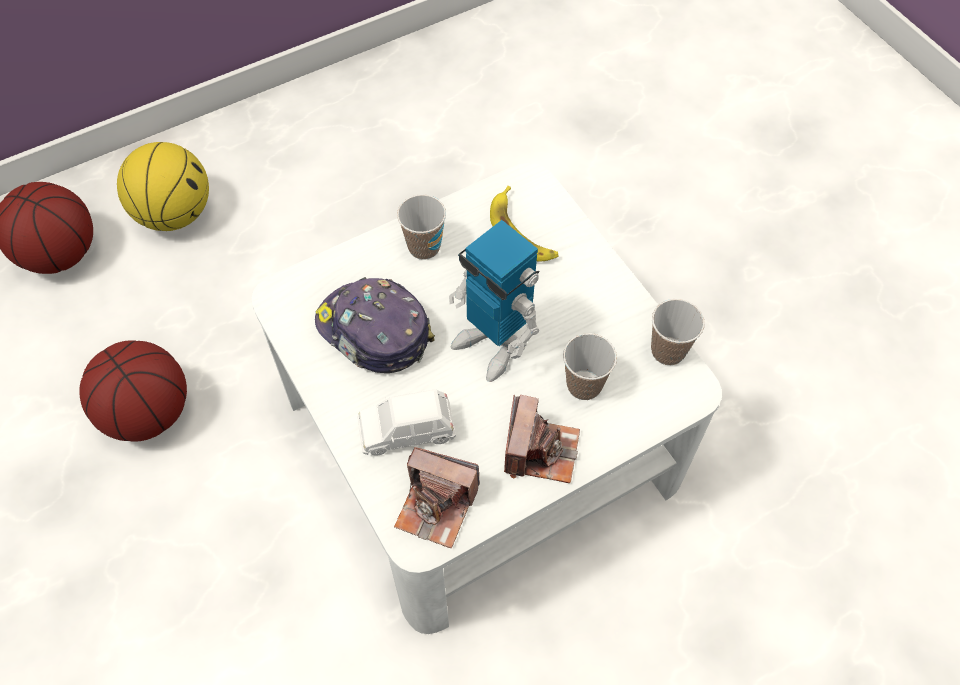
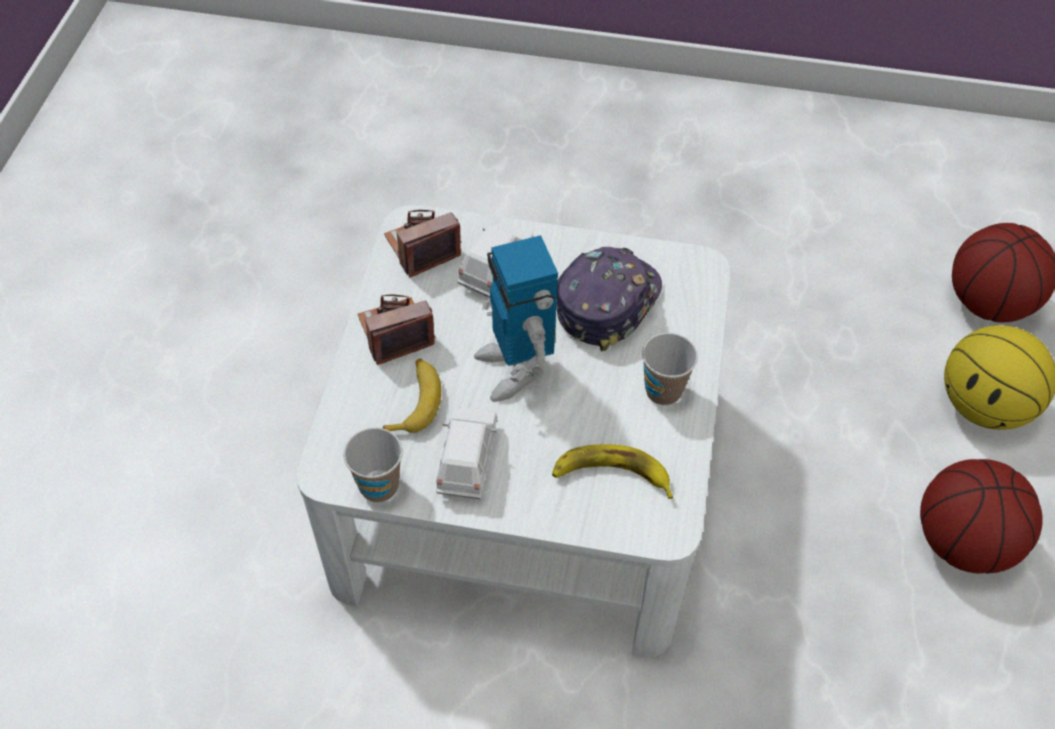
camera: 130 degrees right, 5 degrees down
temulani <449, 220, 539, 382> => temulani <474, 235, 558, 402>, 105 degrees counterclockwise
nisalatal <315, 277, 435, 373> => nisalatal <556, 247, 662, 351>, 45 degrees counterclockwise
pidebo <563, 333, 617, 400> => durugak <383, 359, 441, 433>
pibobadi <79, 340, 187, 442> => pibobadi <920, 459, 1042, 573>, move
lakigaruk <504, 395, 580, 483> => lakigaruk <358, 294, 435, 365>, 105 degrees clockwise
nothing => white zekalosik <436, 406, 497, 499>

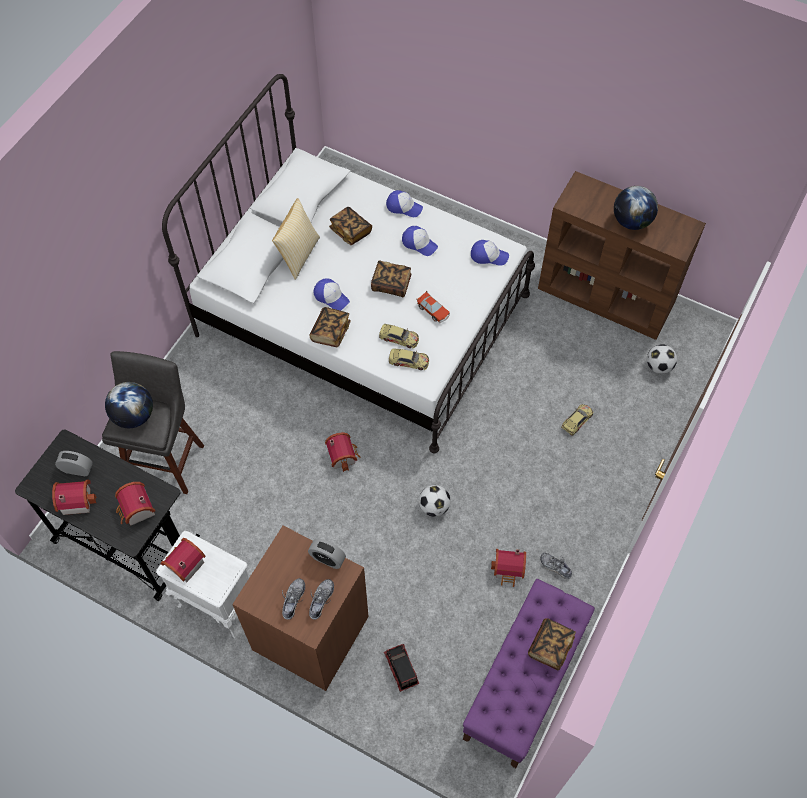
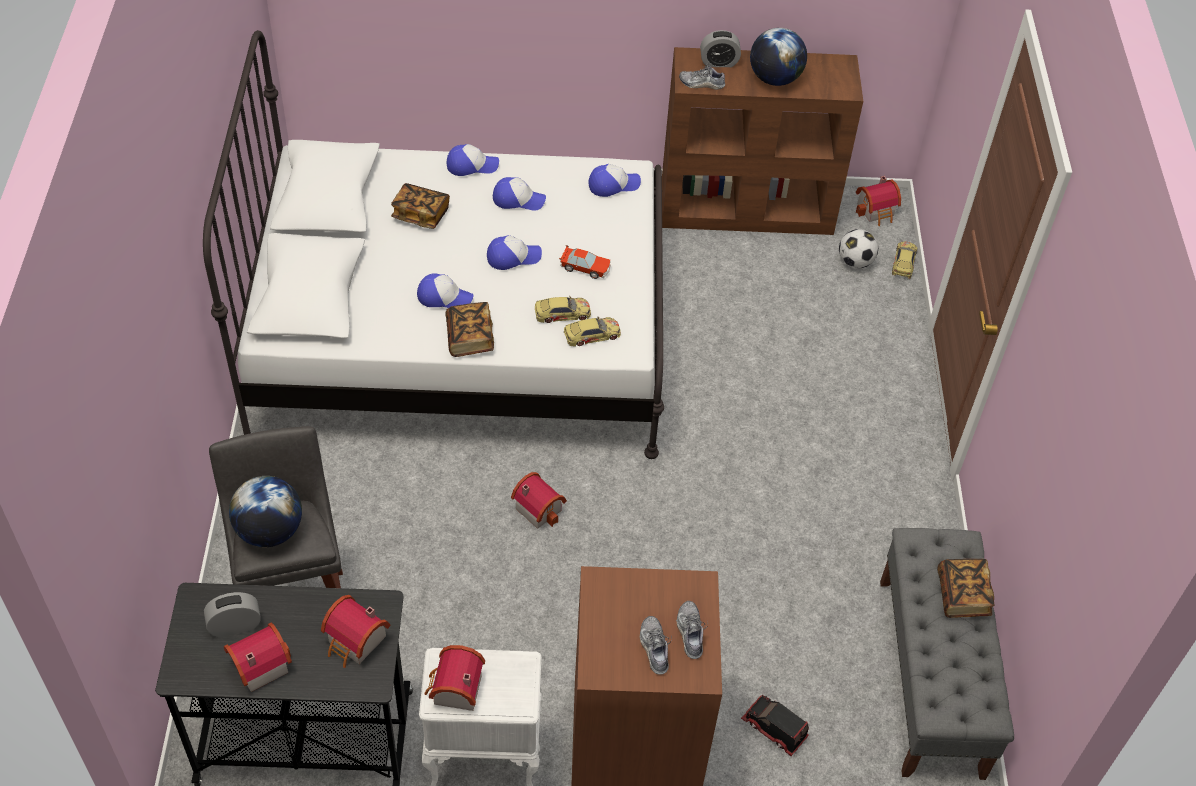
camera: 30 degrees left, 10 degrees down
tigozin <272, 198, 320, 280> => nothing
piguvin <371, 261, 411, 297> => nisalatal <487, 235, 542, 270>
zekalosik <561, 404, 593, 436> => zekalosik <892, 241, 917, 279>, move
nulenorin <419, 485, 450, 517> => nothing
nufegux <308, 539, 346, 569> => nufegux <700, 30, 741, 67>, move
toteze <491, 549, 526, 587> => toteze <856, 176, 901, 226>, move
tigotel <540, 553, 572, 579> => tigotel <679, 63, 725, 90>, move
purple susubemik <463, 579, 595, 768> => grey susubemik <880, 528, 1014, 780>

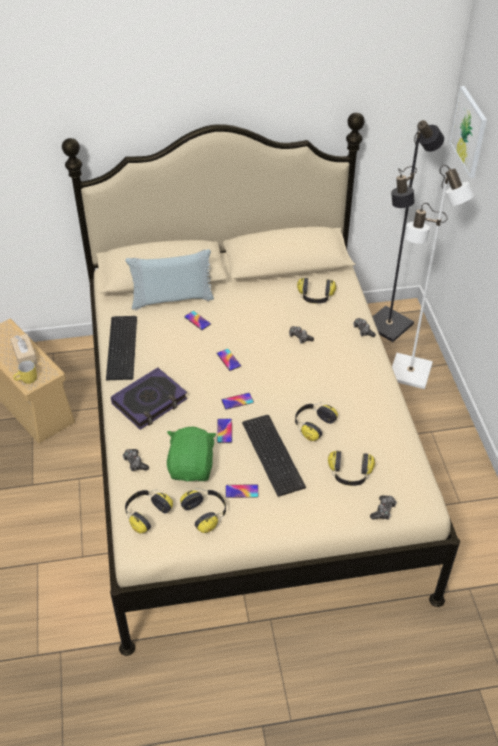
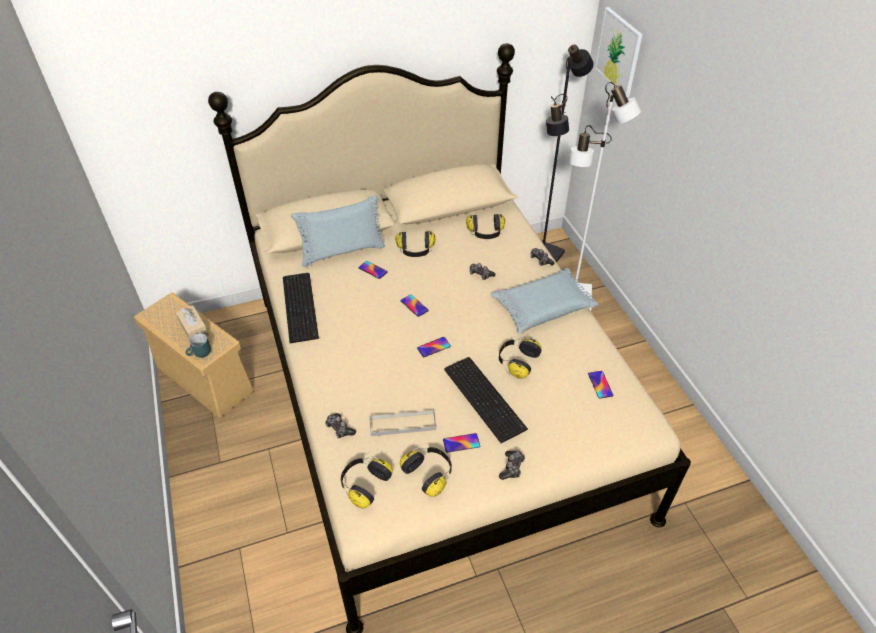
camera: 10 degrees left, 0 degrees up
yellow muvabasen <13, 361, 37, 384> => turquoise muvabasen <185, 333, 211, 358>
piguvin <111, 367, 188, 430> => nothing
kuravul <217, 419, 232, 443> => kuravul <588, 371, 613, 399>, move
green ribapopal <167, 427, 216, 482> => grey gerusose <369, 409, 436, 436>
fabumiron <328, 451, 375, 486> => fabumiron <395, 231, 436, 257>, move
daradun <370, 495, 397, 520> => daradun <499, 451, 525, 480>, move
nothing => blue tigozin <490, 268, 599, 333>

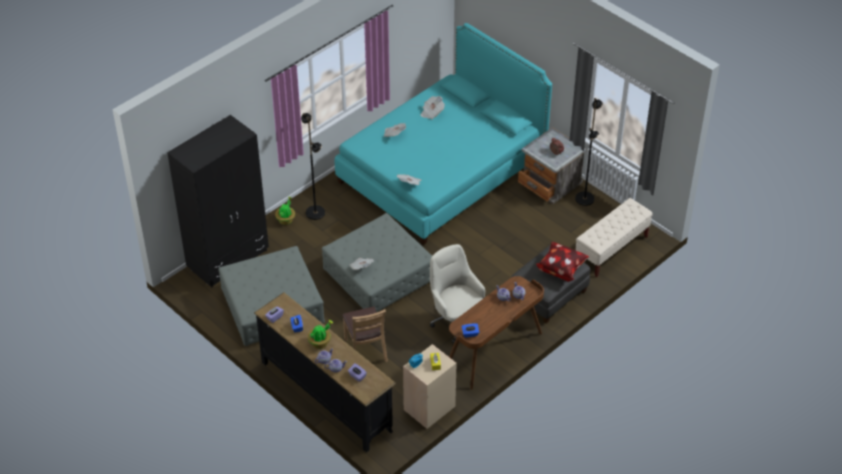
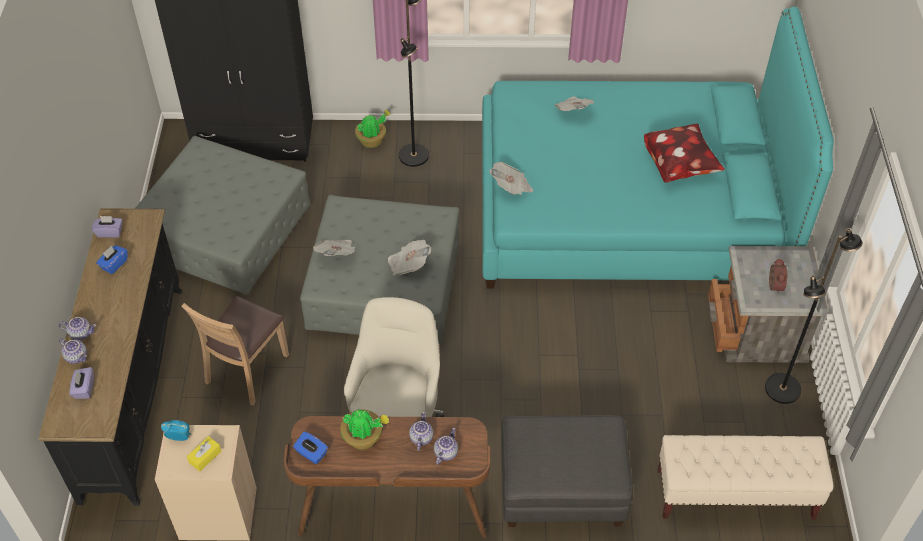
camera: 45 degrees right, 5 degrees up
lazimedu <421, 96, 445, 120> => lazimedu <388, 240, 431, 276>, move
tigozin <535, 242, 589, 282> => tigozin <644, 124, 725, 183>, move
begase <308, 320, 333, 349> => begase <340, 409, 389, 450>, move

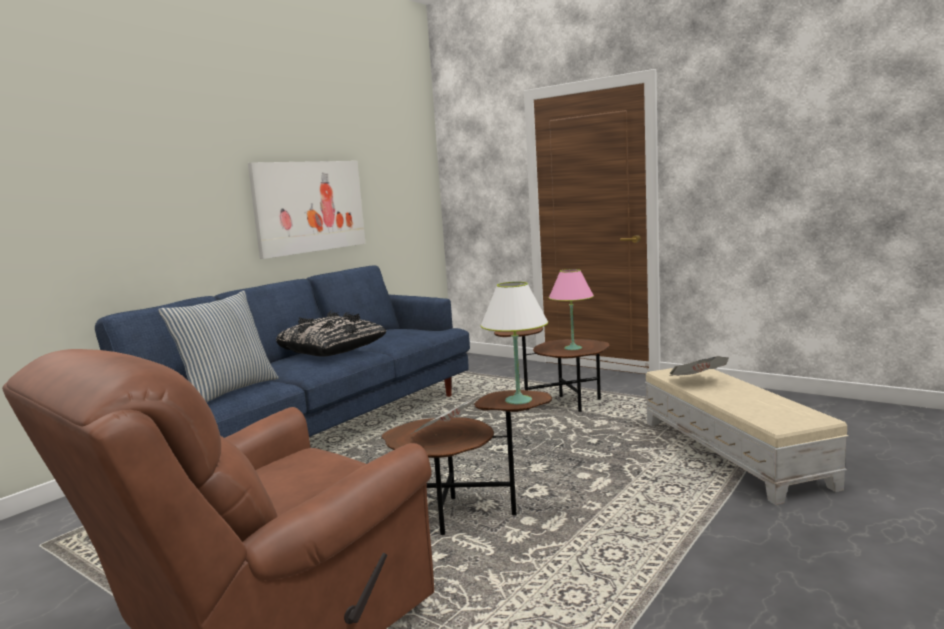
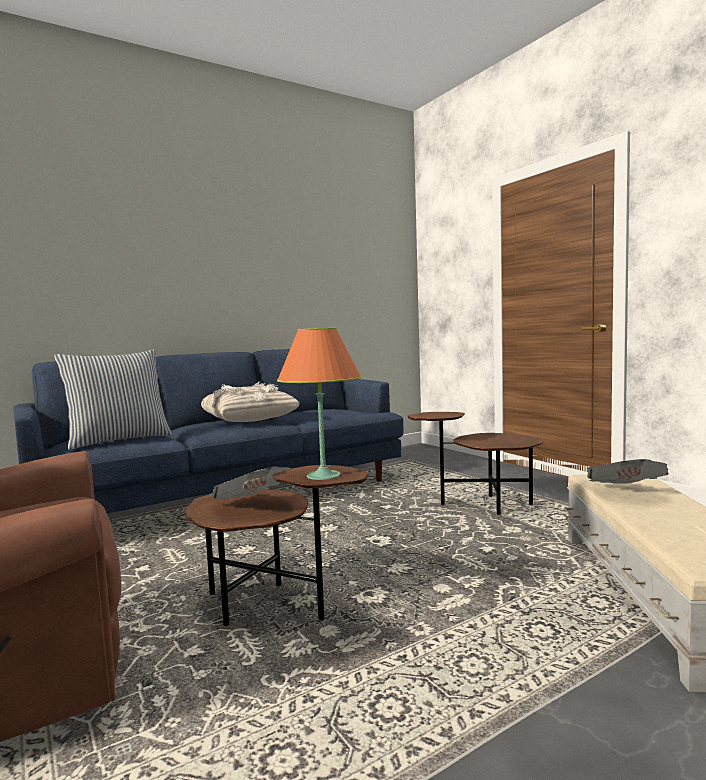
camera: 20 degrees right, 5 degrees down
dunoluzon <248, 161, 365, 259> => nothing
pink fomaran <549, 269, 594, 350> => nothing
white fomaran <480, 282, 548, 404> => orange fomaran <277, 328, 361, 480>
black tigozin <276, 311, 386, 357> => beige tigozin <201, 381, 299, 422>

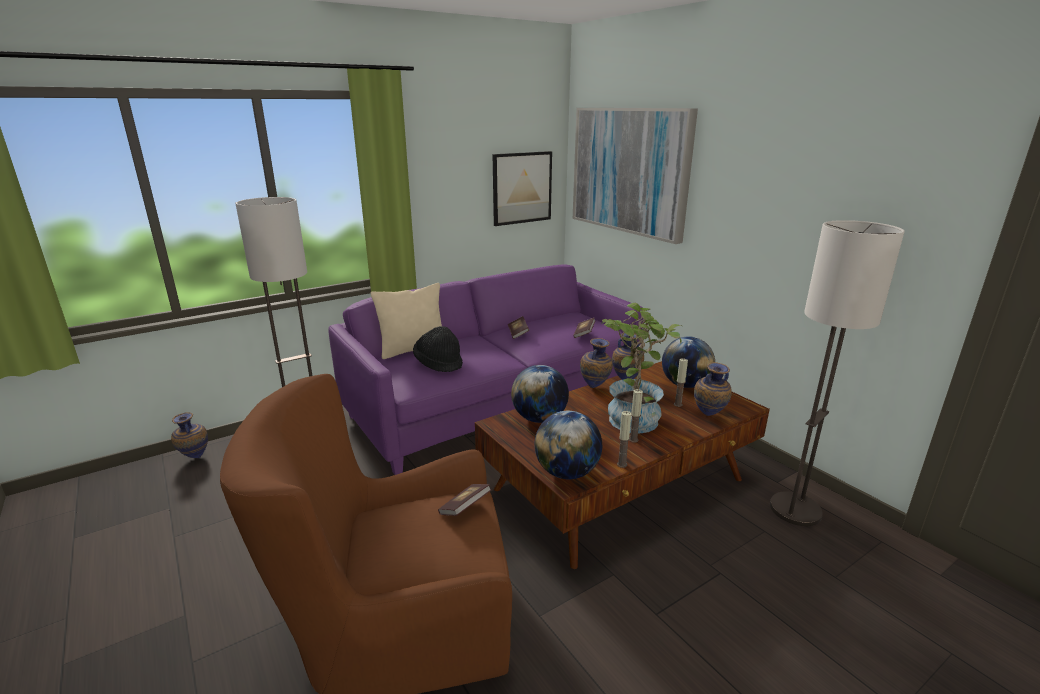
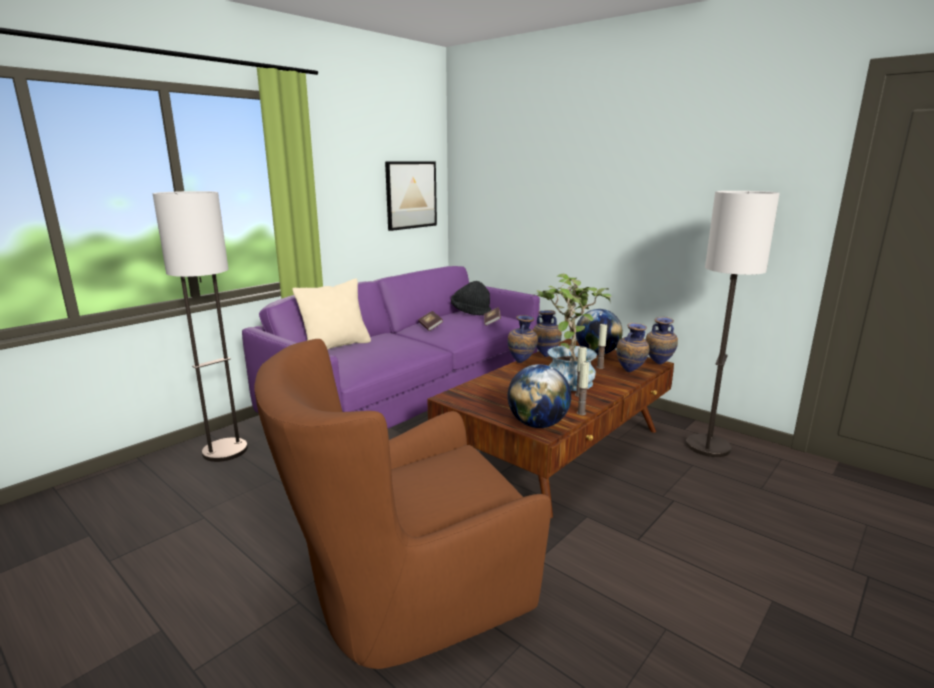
camera: 15 degrees left, 5 degrees down
dunoluzon <573, 108, 698, 244> => nothing
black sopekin <413, 326, 463, 372> => black sopekin <451, 281, 491, 316>, move
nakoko <511, 365, 569, 423> => nothing
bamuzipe <171, 412, 208, 458> => bamuzipe <646, 317, 678, 364>, move
piguvin <438, 484, 492, 516> => nothing

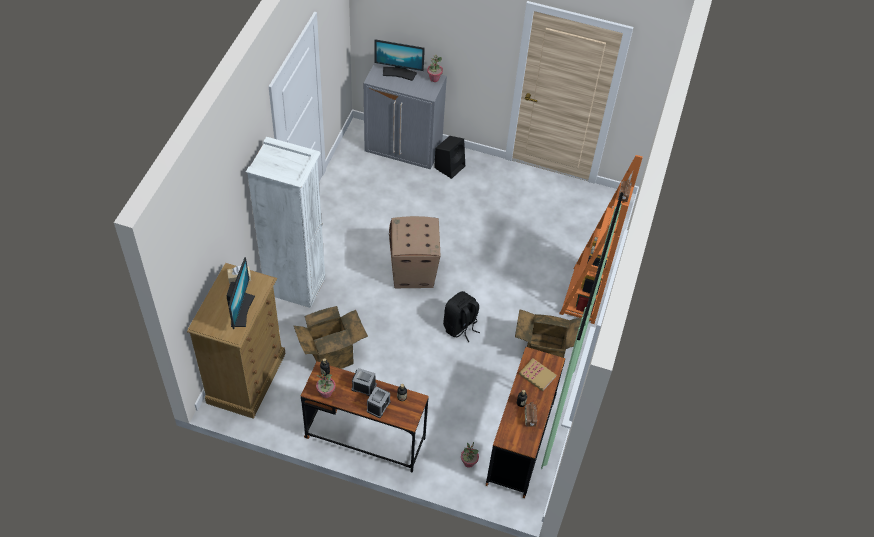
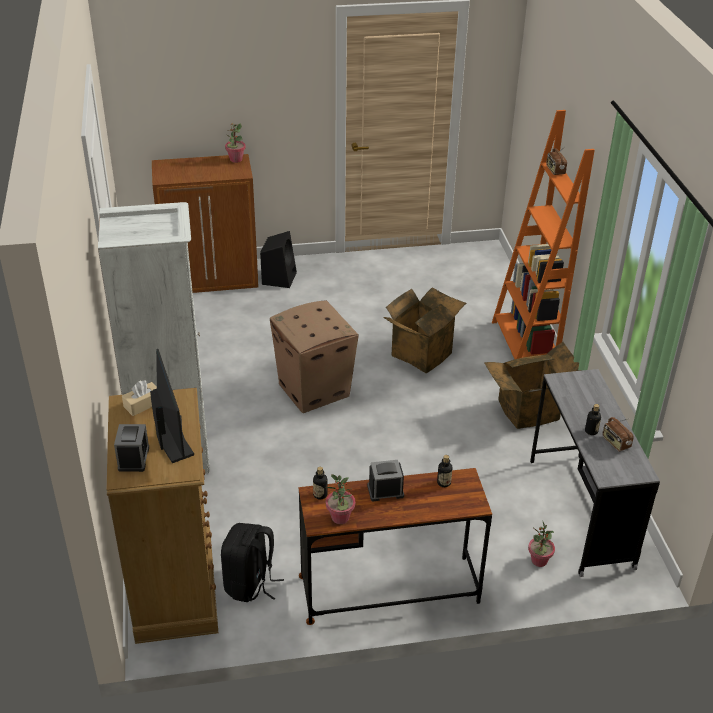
camera: 25 degrees left, 15 degrees down
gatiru <374, 39, 425, 81> => nothing
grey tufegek <364, 63, 447, 170> => brown tufegek <152, 154, 259, 293>
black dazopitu <443, 291, 480, 342> => black dazopitu <221, 523, 284, 602>, move
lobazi <294, 306, 368, 369> => lobazi <383, 287, 466, 373>, move
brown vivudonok <486, 347, 565, 498> => grey vivudonok <530, 369, 660, 577>
piguvin <519, 358, 556, 391> => nothing
nufegux <367, 387, 390, 418> => nufegux <114, 424, 149, 472>, move

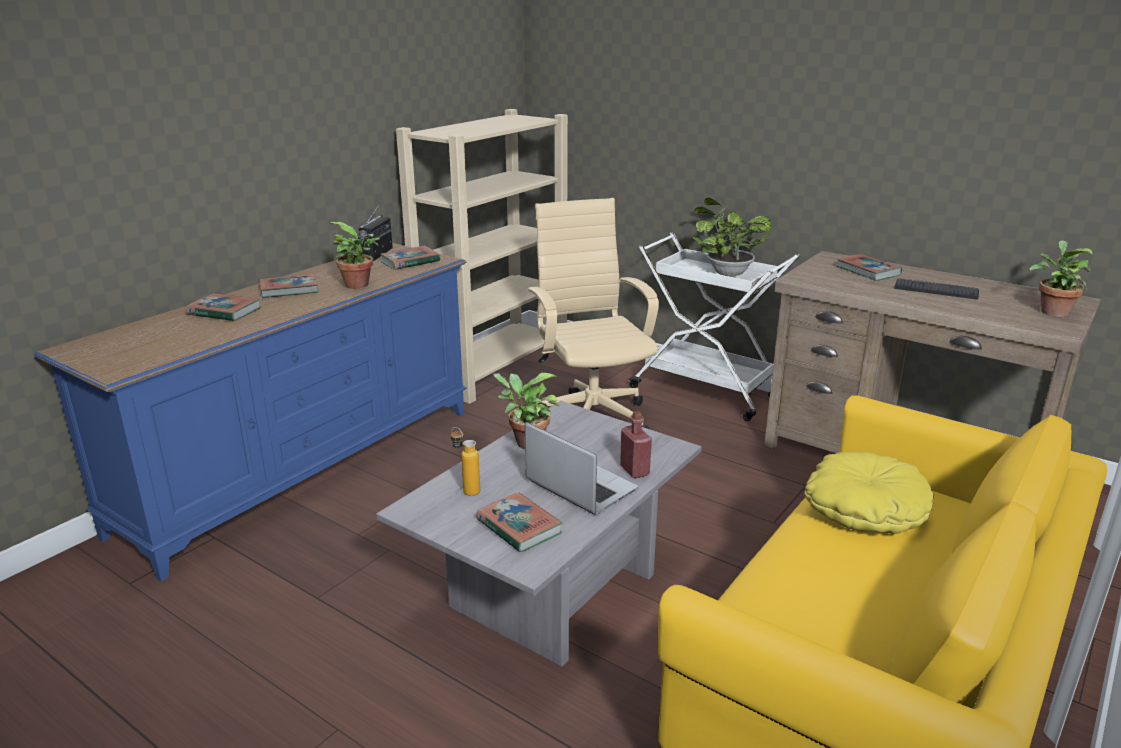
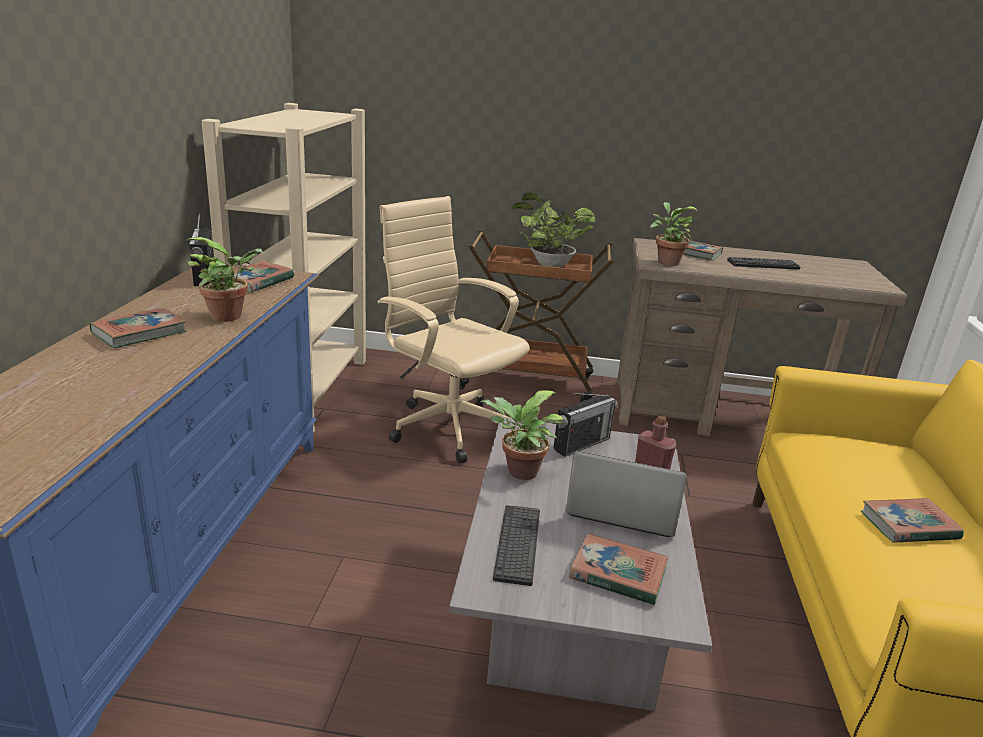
camera: 30 degrees left, 0 degrees up
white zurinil <626, 232, 800, 421> => brown zurinil <459, 230, 615, 402>
begase <1029, 240, 1093, 317> => begase <650, 202, 697, 266>, move
piguvin <185, 293, 261, 321> => piguvin <861, 498, 964, 543>, move
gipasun <451, 427, 480, 496> => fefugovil <493, 505, 540, 586>
yellow tigozin <804, 451, 934, 534> => nothing
nothing => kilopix <554, 393, 617, 457>

